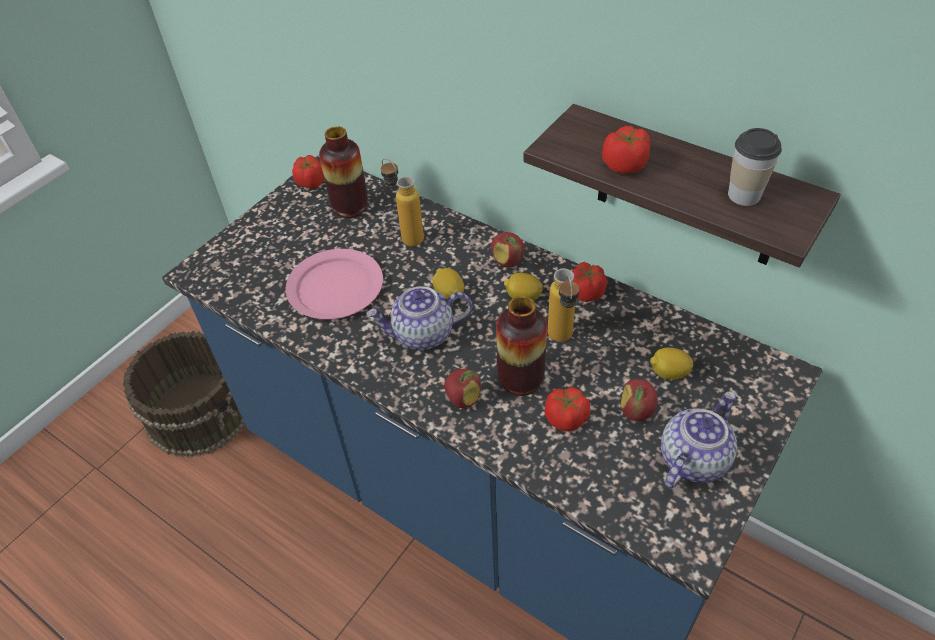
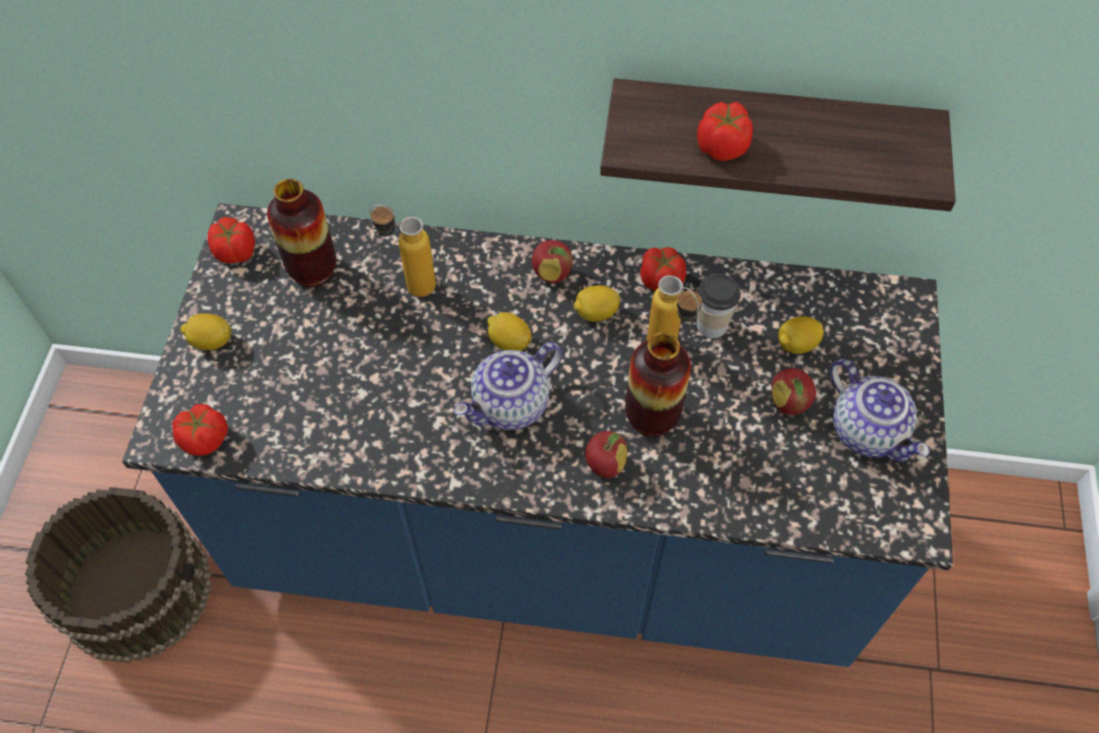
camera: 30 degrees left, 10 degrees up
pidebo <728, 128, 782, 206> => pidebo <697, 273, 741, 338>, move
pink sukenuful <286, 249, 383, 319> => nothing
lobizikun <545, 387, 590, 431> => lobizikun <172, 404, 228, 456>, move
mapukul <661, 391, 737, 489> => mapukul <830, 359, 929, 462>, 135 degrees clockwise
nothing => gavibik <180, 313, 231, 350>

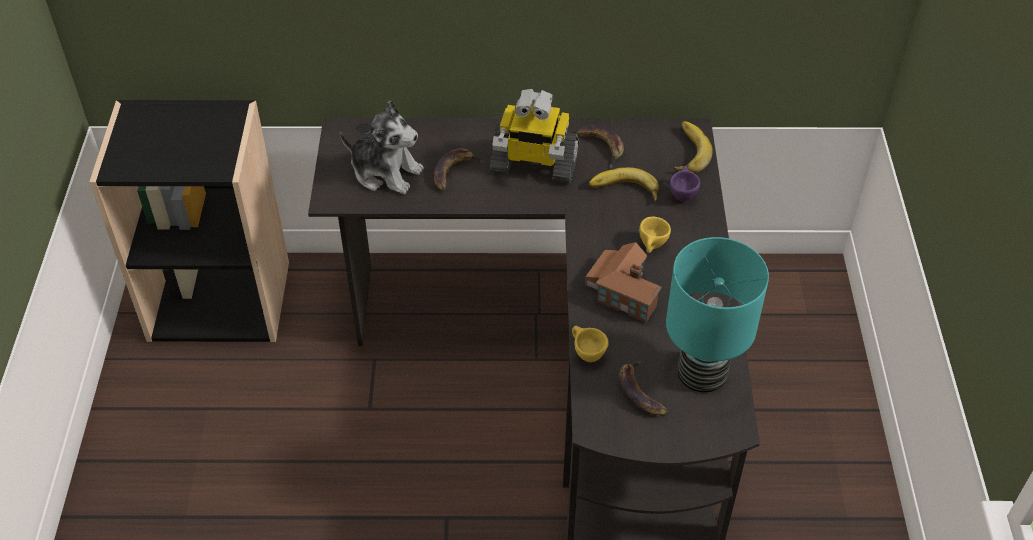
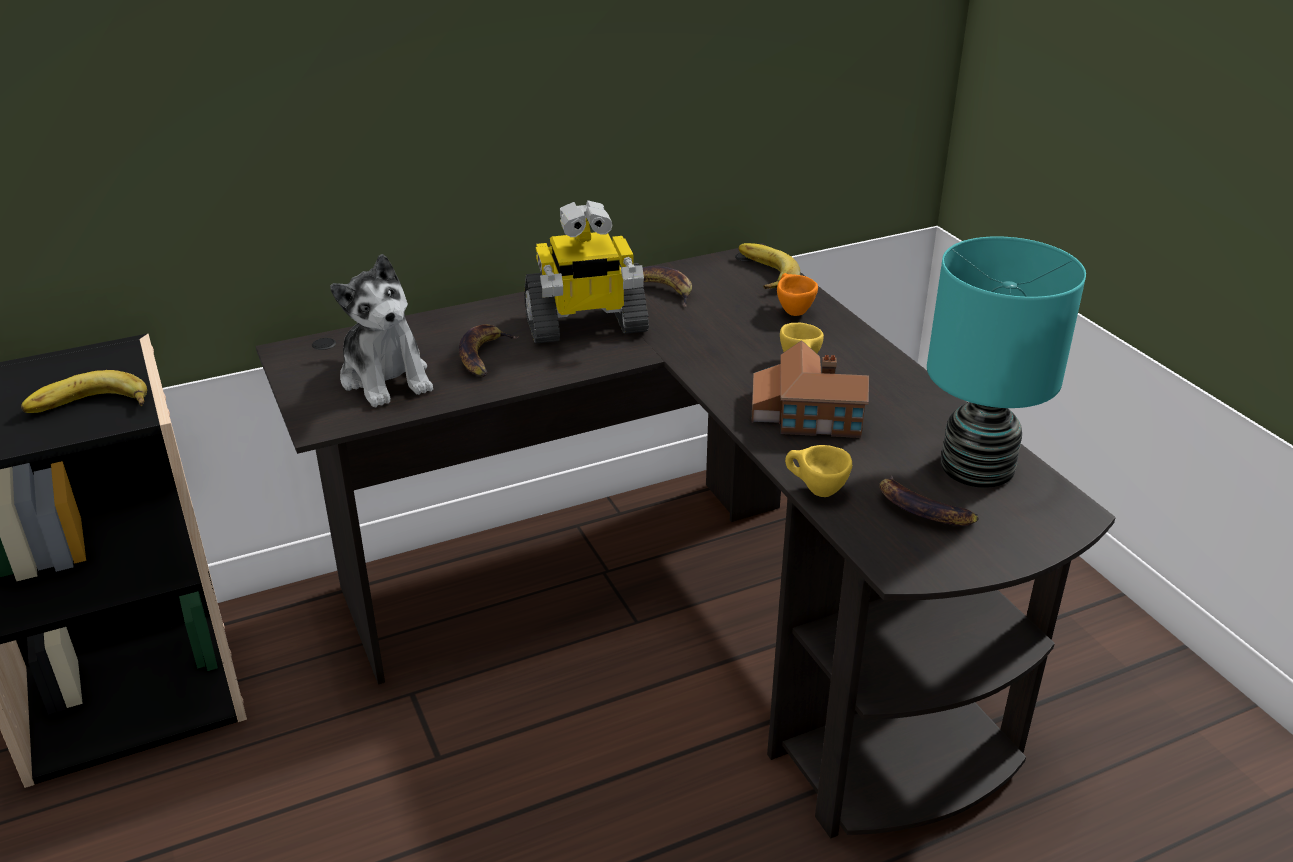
camera: 25 degrees left, 15 degrees down
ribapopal <340, 101, 424, 194> => ribapopal <330, 254, 433, 407>, 60 degrees clockwise
purple pidebo <670, 166, 700, 201> => orange pidebo <777, 273, 818, 316>
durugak <589, 167, 659, 202> => durugak <21, 370, 147, 413>, move

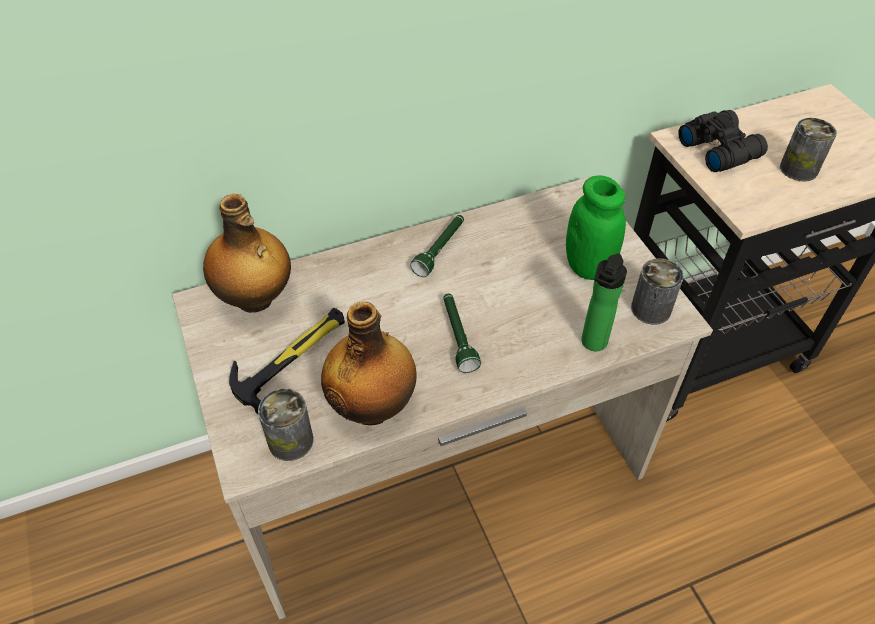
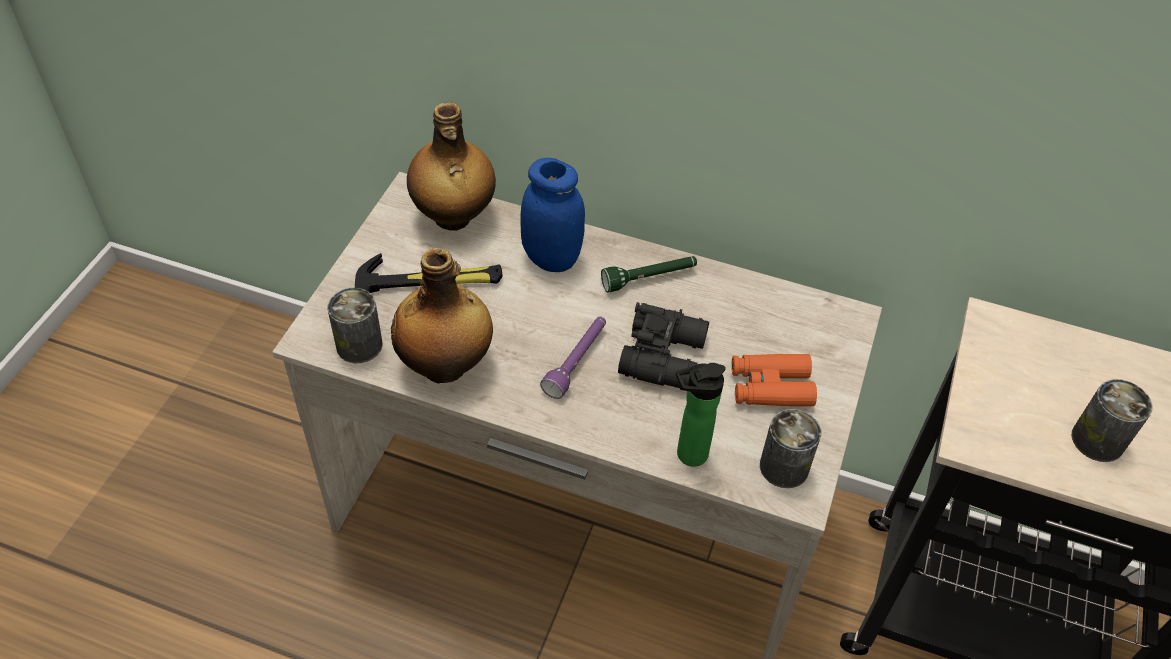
camera: 40 degrees right, 0 degrees up
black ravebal <678, 110, 768, 172> => black ravebal <618, 302, 709, 390>, move
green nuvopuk <566, 176, 626, 280> => orange ravebal <731, 354, 817, 406>
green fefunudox <443, 293, 481, 373> => purple fefunudox <540, 317, 606, 399>
nothing => blue nuvopuk <520, 158, 585, 272>

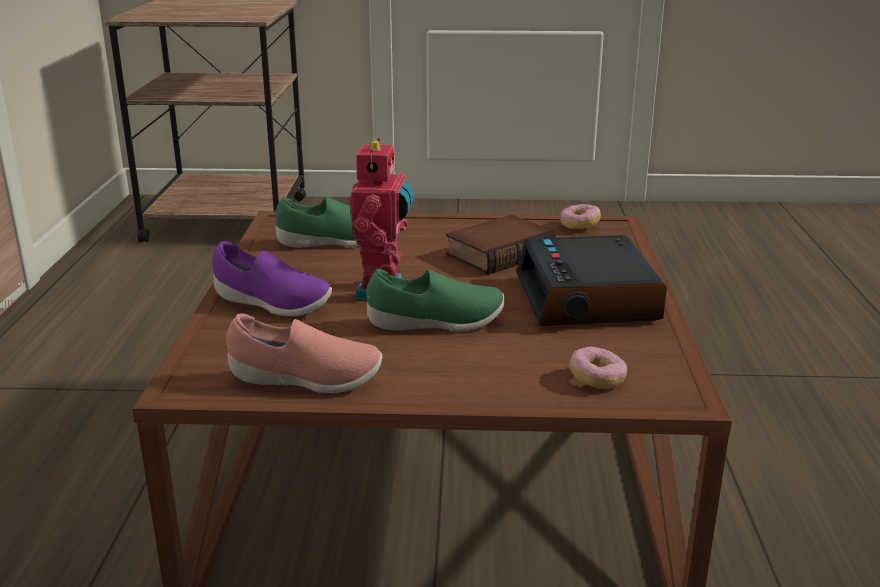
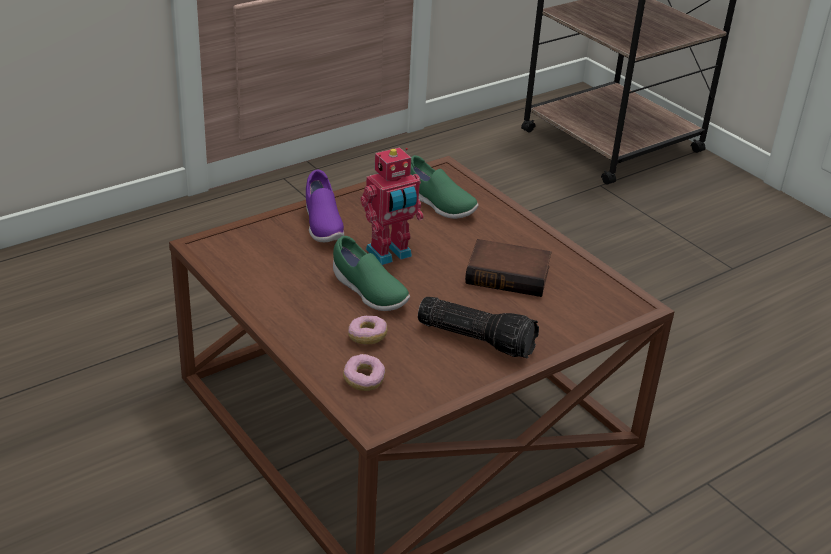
camera: 50 degrees right, 10 degrees up
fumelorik <560, 204, 601, 229> => fumelorik <348, 316, 387, 344>, move
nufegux <516, 235, 667, 326> => fefunudox <418, 297, 539, 358>
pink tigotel <226, 314, 382, 393> => nothing

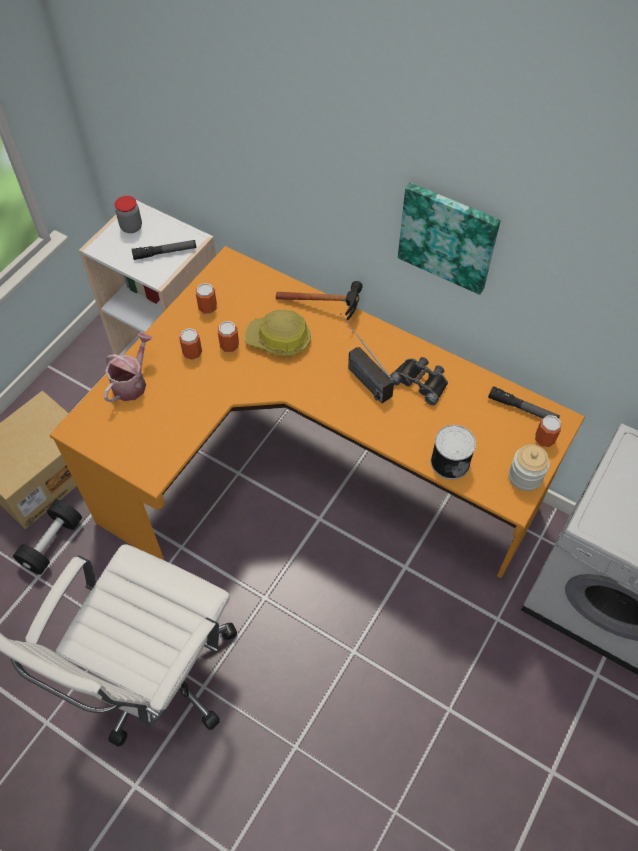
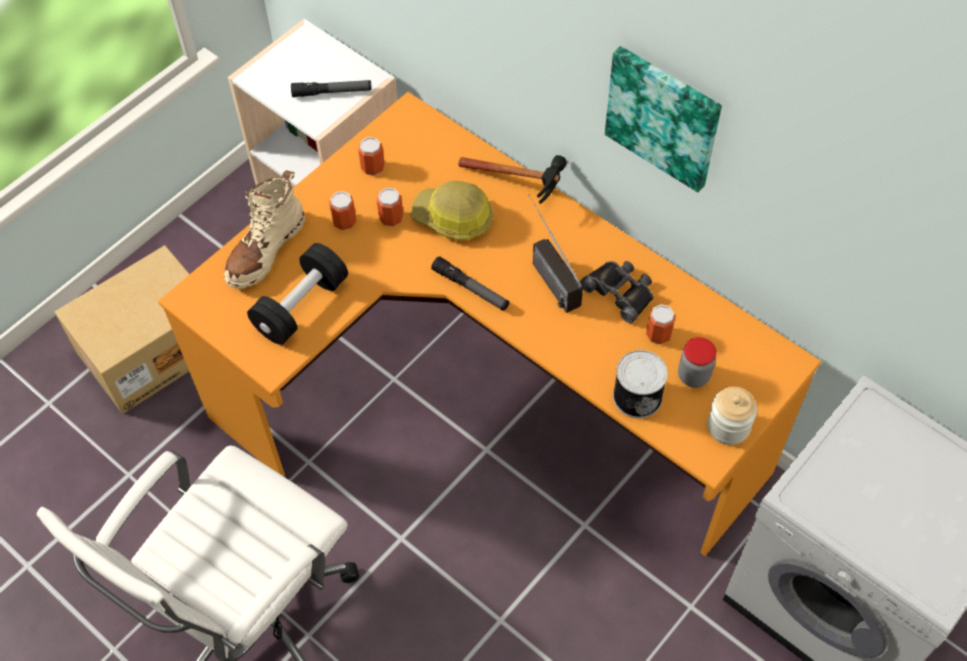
camera: 10 degrees right, 0 degrees up
nuvopuk <115, 196, 142, 233> => nuvopuk <678, 337, 717, 388>, move
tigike <104, 333, 153, 402> => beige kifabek <224, 171, 305, 289>
fefunudox <488, 386, 560, 419> => fefunudox <431, 256, 509, 311>, move
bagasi <535, 415, 561, 447> => bagasi <646, 304, 676, 344>, move
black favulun <13, 500, 82, 575> => black favulun <247, 243, 348, 345>, move

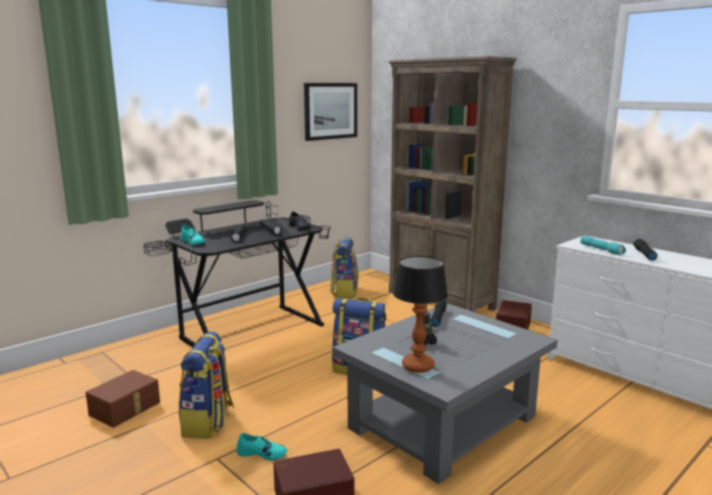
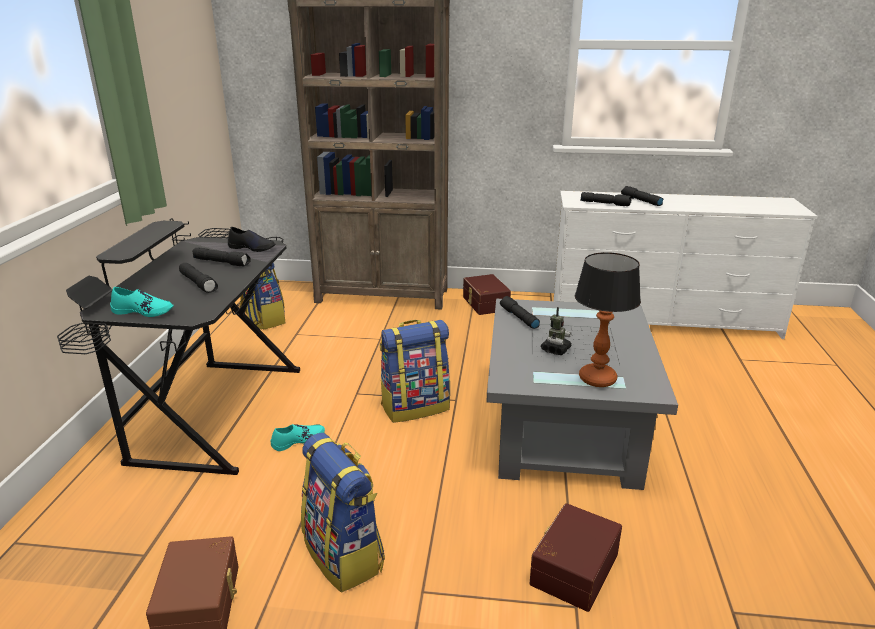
camera: 40 degrees left, 10 degrees up
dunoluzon <304, 83, 357, 141> => nothing
turquoise fefunudox <580, 236, 626, 255> => black fefunudox <580, 192, 631, 206>
turquoise tigotel <236, 433, 288, 460> => turquoise tigotel <271, 424, 325, 451>, move

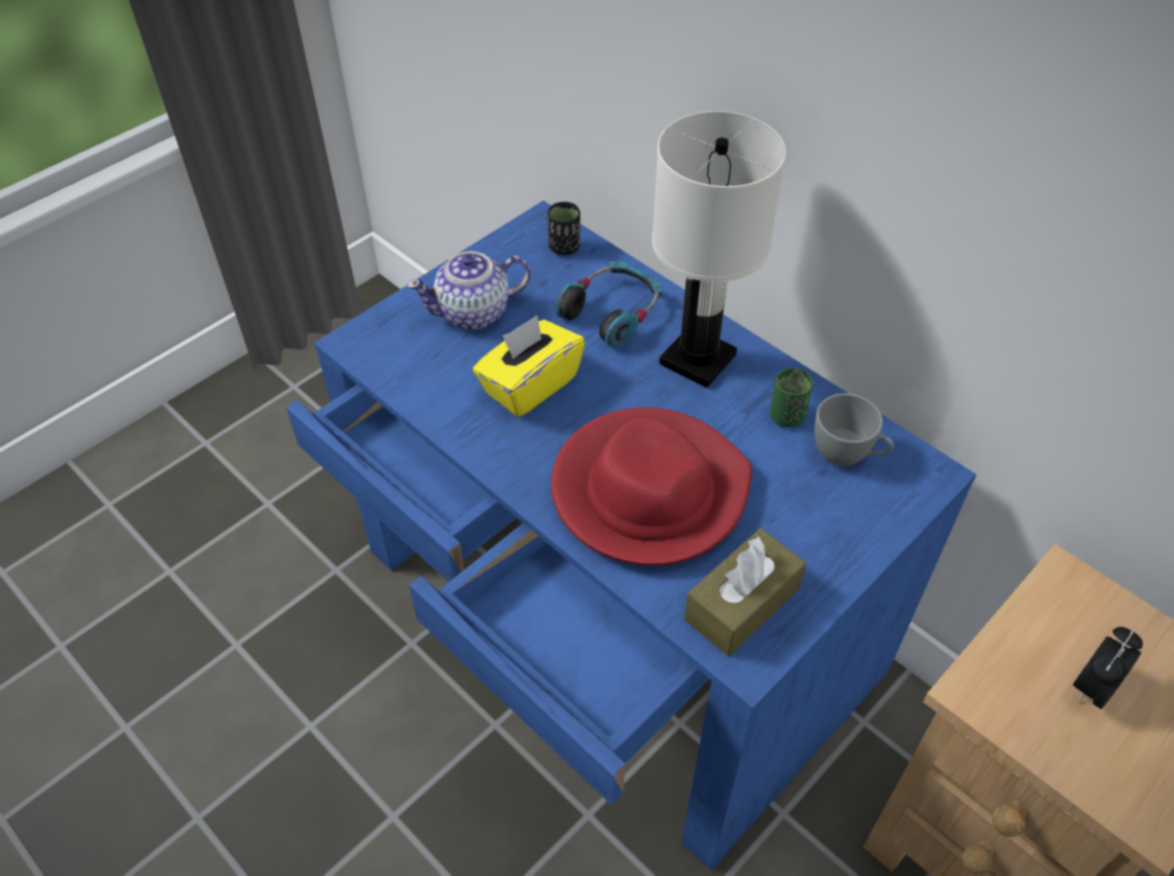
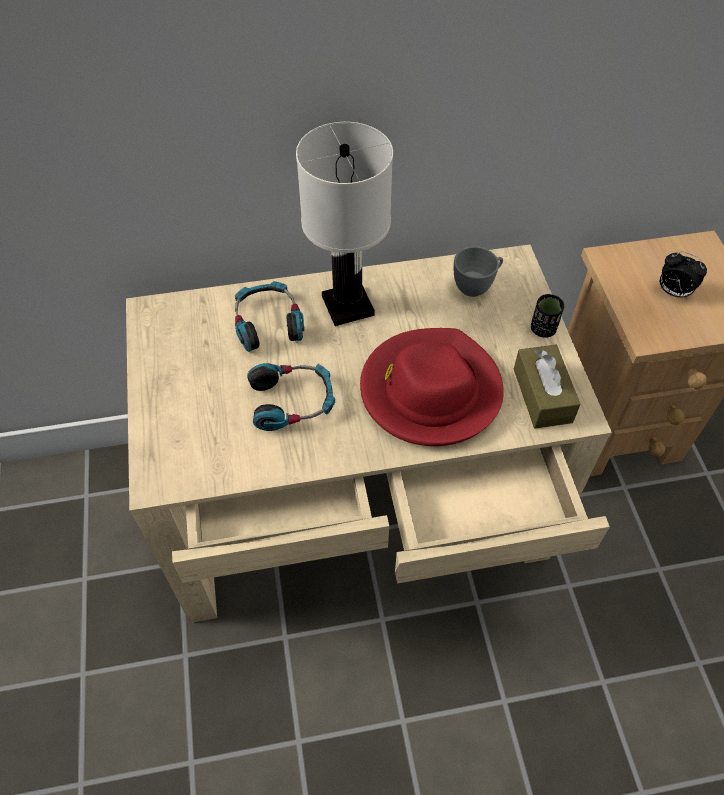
camera: 55 degrees left, 5 degrees up
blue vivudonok <286, 200, 977, 870> => beige vivudonok <126, 245, 612, 623>
black pidebo <548, 202, 580, 255> => black pidebo <531, 294, 564, 338>, move
mapukul <406, 251, 531, 330> => nothing
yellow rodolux <473, 315, 585, 417> => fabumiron <247, 363, 335, 431>
green pidebo <770, 368, 813, 427> => nothing
nufegux <1073, 627, 1143, 709> => nufegux <660, 252, 707, 299>, 45 degrees counterclockwise

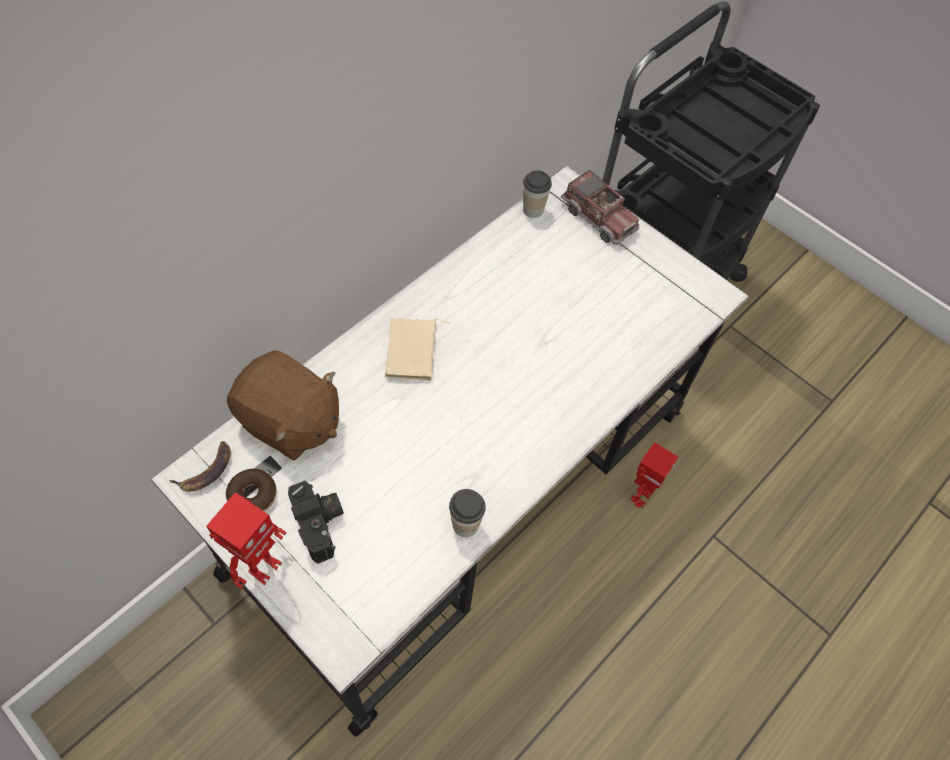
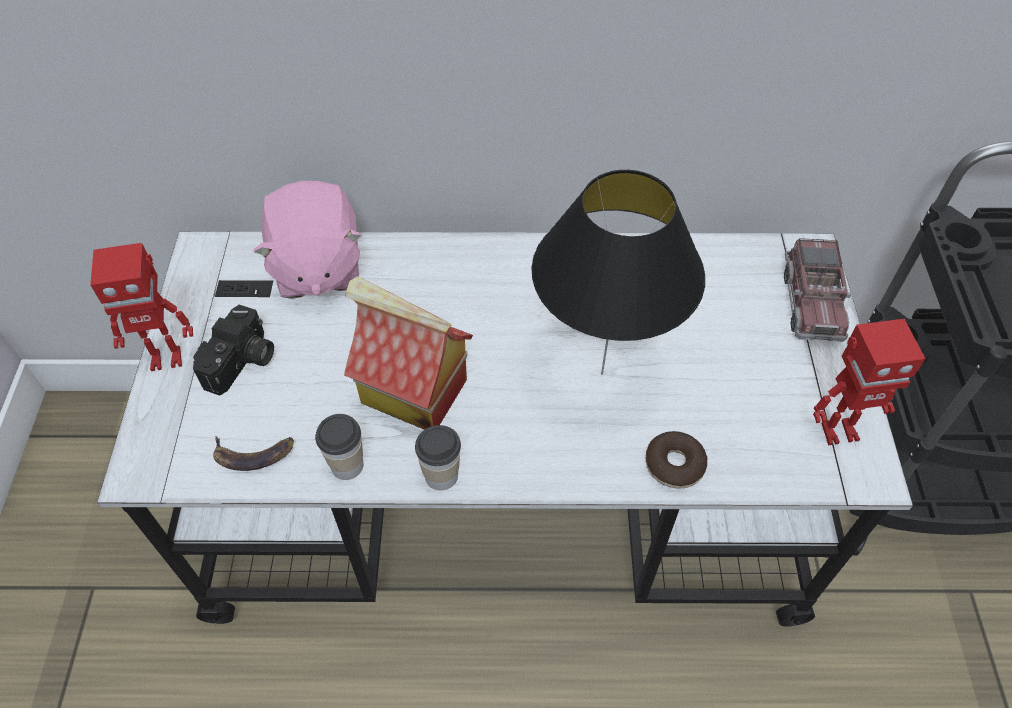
camera: 50 degrees right, 5 degrees down
pidebo <523, 170, 552, 218> => pidebo <415, 425, 461, 491>, move
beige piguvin <385, 318, 451, 380> => nothing
brown ribapopal <227, 351, 339, 461> => pink ribapopal <253, 181, 362, 299>
durugak <169, 441, 231, 492> => durugak <213, 436, 294, 471>, move
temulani <631, 442, 678, 508> => temulani <813, 319, 926, 445>, move
fumelorik <226, 469, 277, 511> => fumelorik <645, 431, 708, 488>, move
nothing => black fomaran <531, 170, 705, 375>
nothing => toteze <344, 276, 473, 430>

